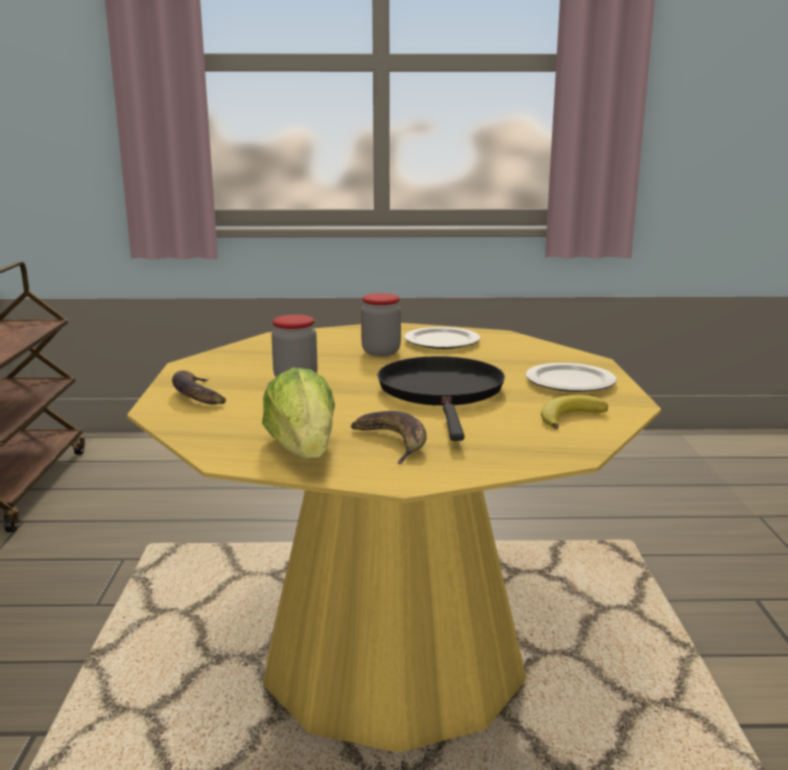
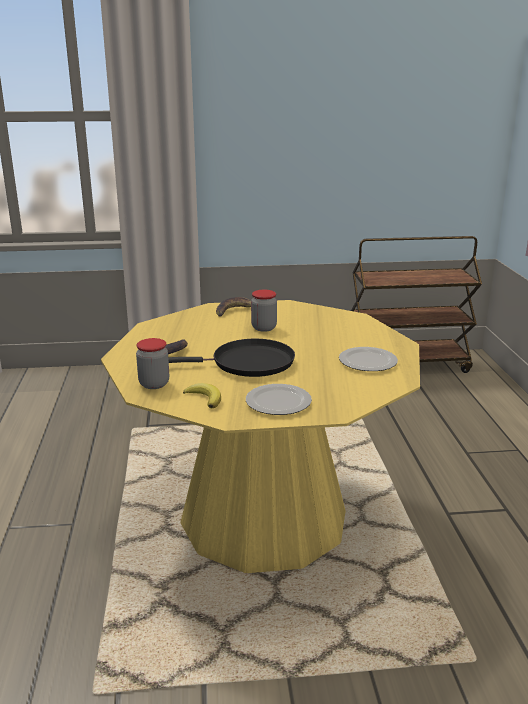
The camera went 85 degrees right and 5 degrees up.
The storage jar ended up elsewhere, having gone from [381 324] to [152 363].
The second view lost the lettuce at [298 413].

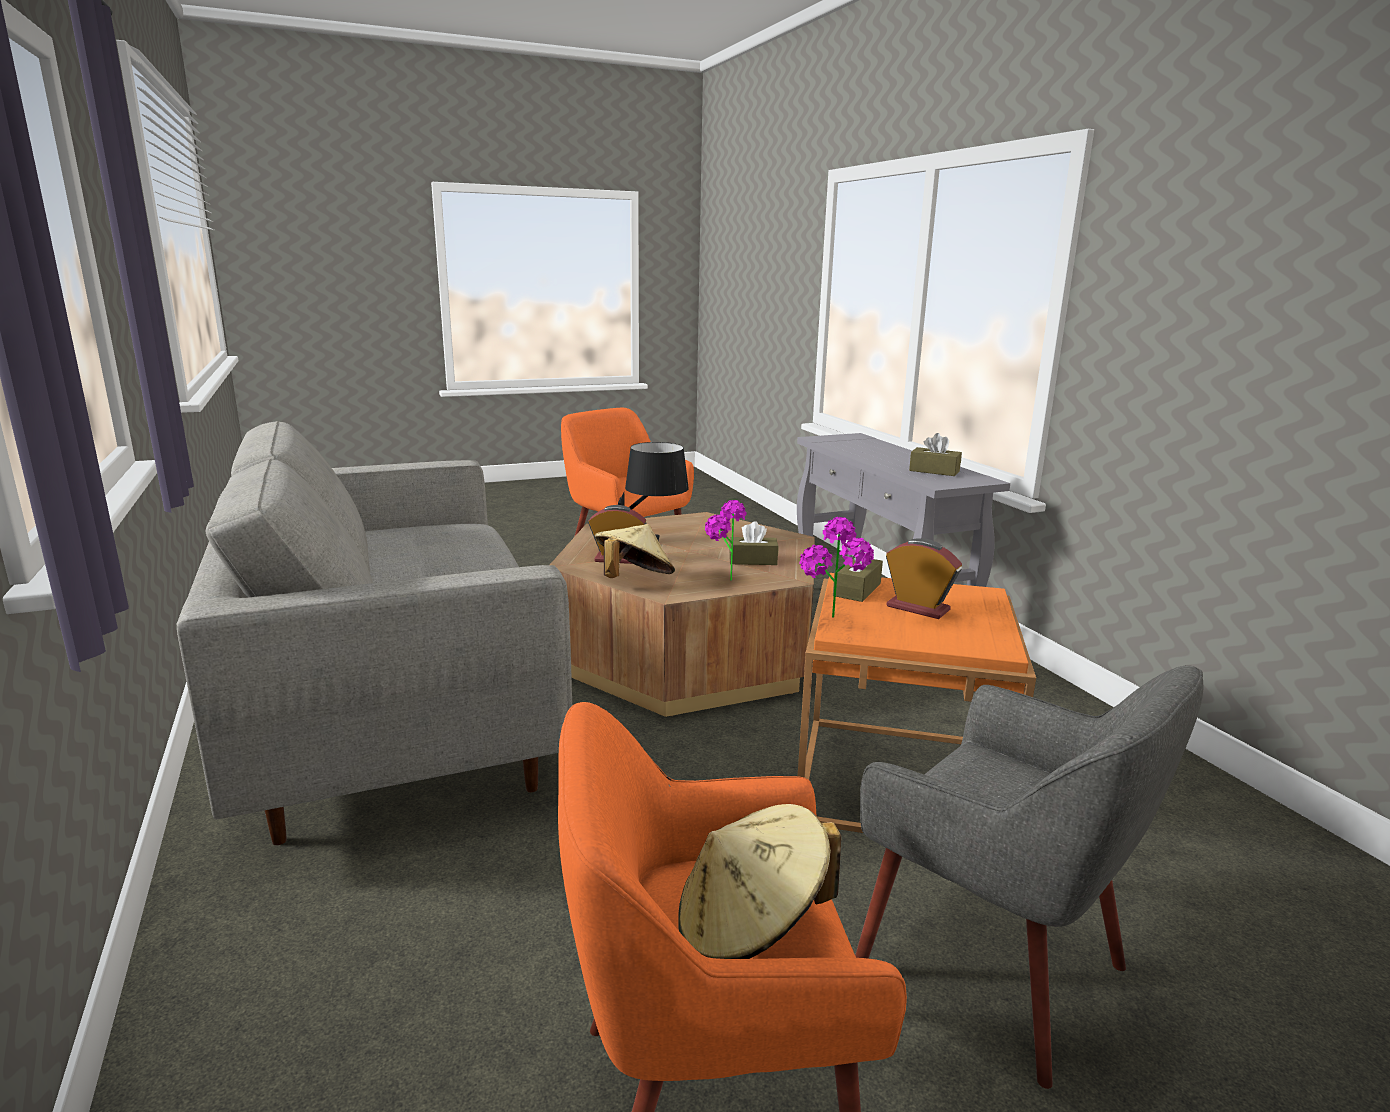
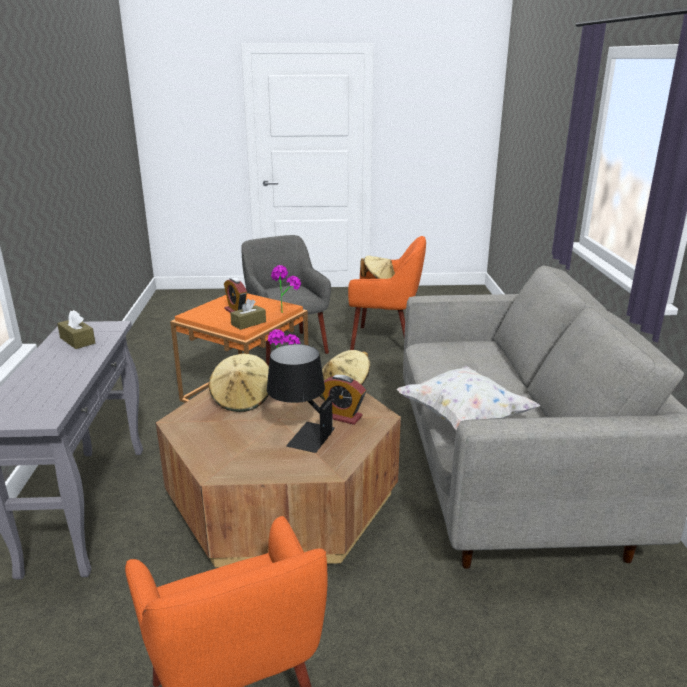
The camera went 160 degrees left and 5 degrees up.
Where the brown tissue holder stood at [753 543], the beige-coloured clothing hat came to stand at [239 382].
The second view gained the white-coloured cushion at [468 398].

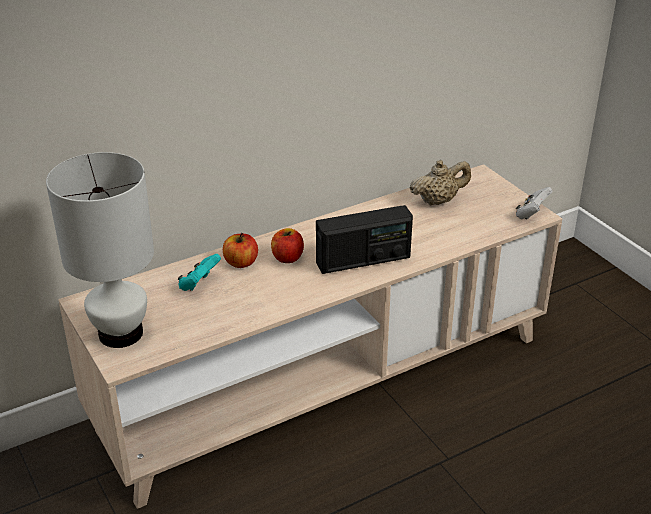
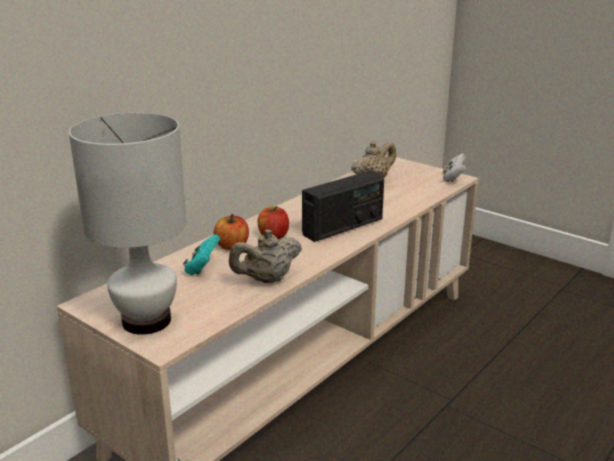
The camera went 20 degrees left and 10 degrees down.
The second view gained the beige-coloured pot for tea at [265 256].

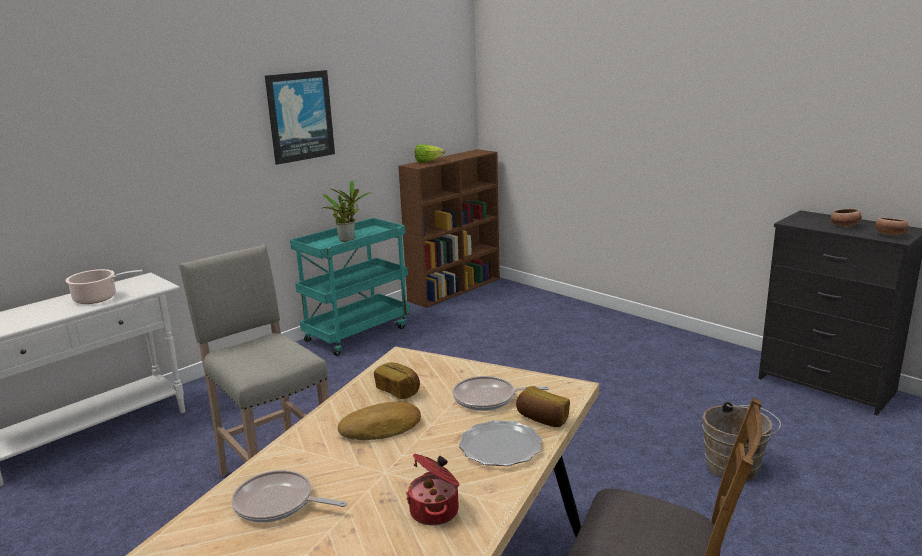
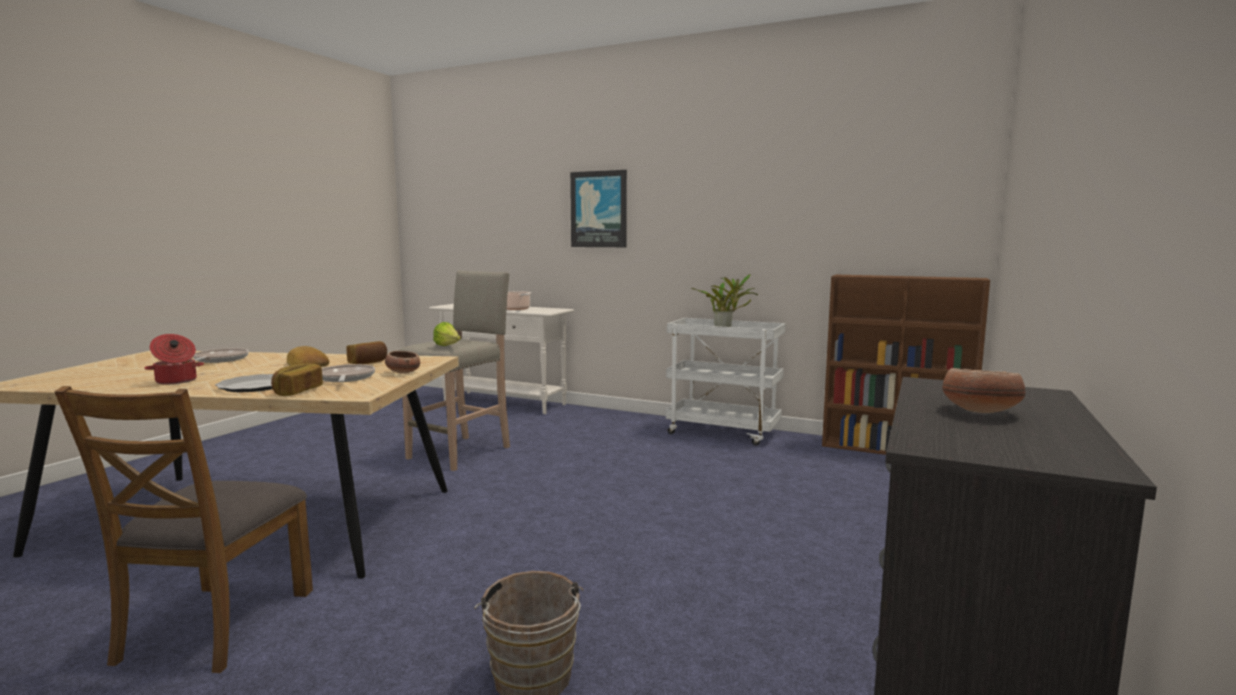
The camera went 70 degrees right and 10 degrees down.
The bowl ended up elsewhere, having gone from [891 227] to [402 362].
The lettuce ended up elsewhere, having gone from [430 153] to [447 334].
The wall picture ended up elsewhere, having gone from [300 117] to [598 208].
What was the turquoise trolley at [350 287] turned into the white-coloured trolley at [726 382].

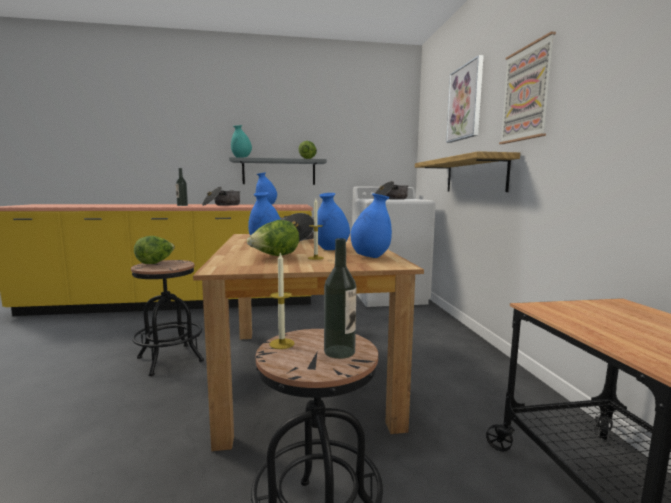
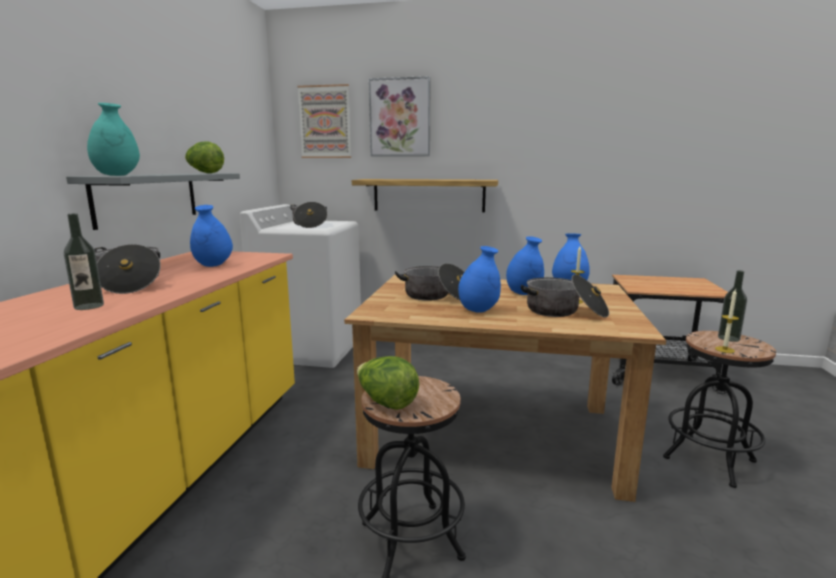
The camera went 70 degrees left and 5 degrees up.
The wall picture ended up elsewhere, having gone from [527 88] to [324 121].
Where the lettuce stood at [273 238], the cooking pot came to stand at [565 296].

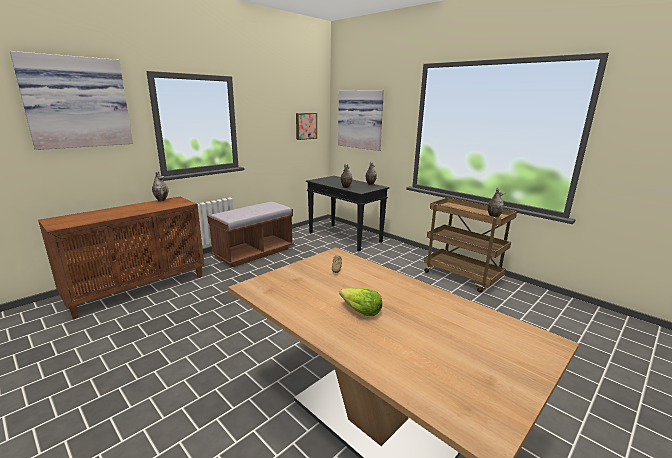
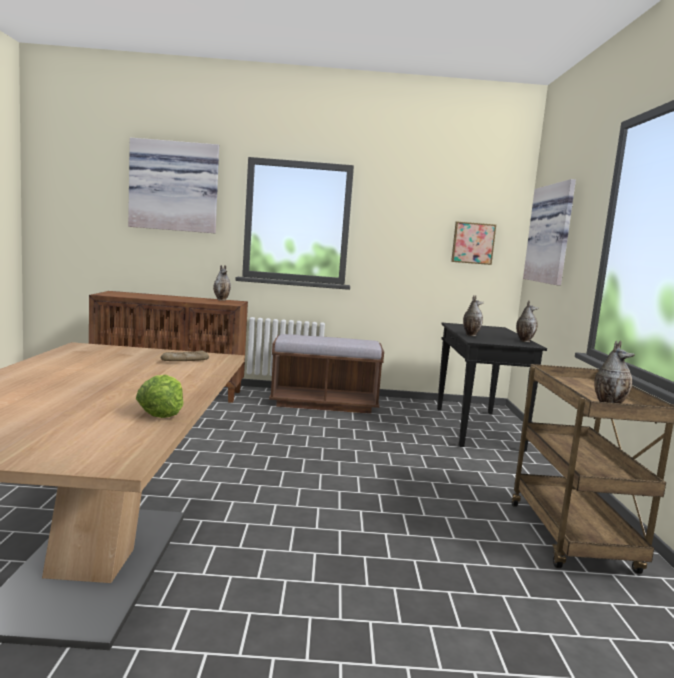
The camera went 45 degrees right and 10 degrees down.
The lettuce ended up elsewhere, having gone from [360 302] to [159 396].

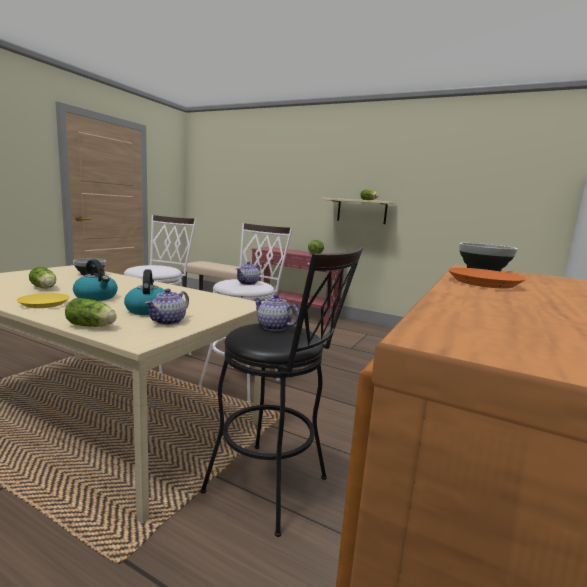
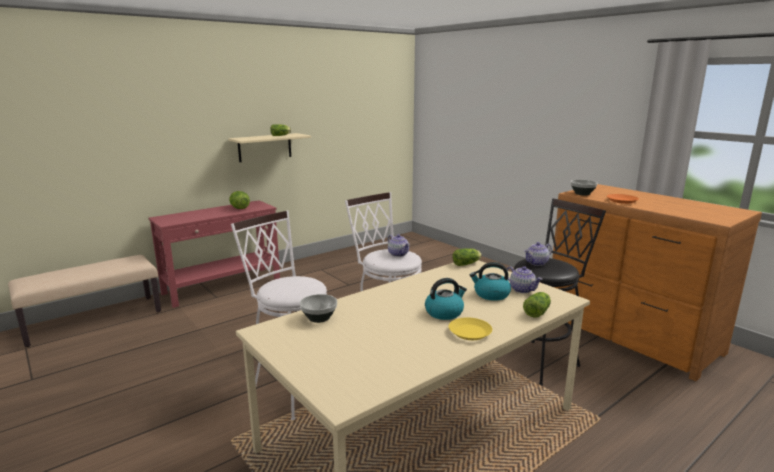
The camera went 65 degrees left and 5 degrees up.
The lettuce ended up elsewhere, having gone from [42 278] to [467 257].

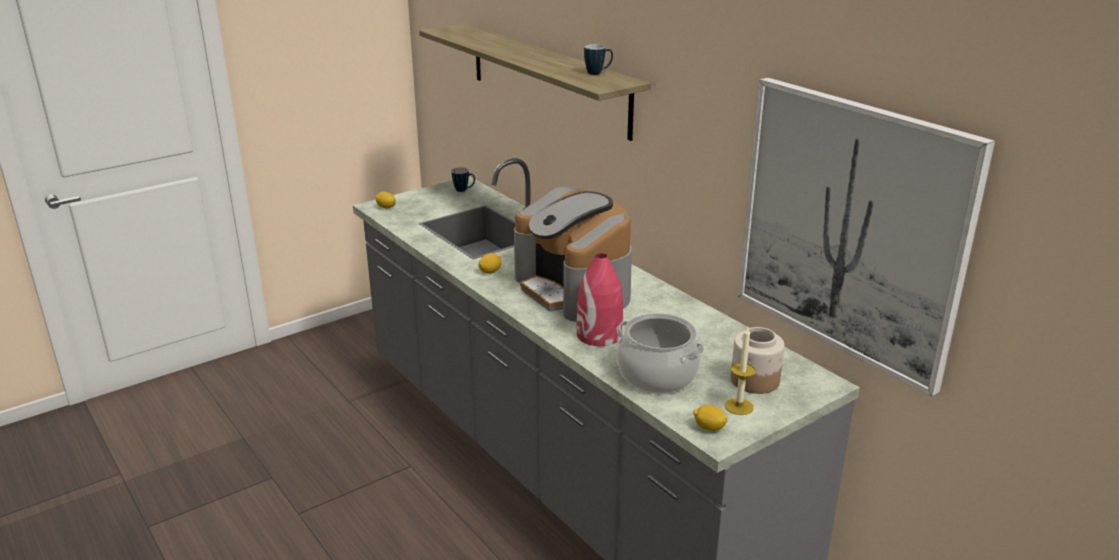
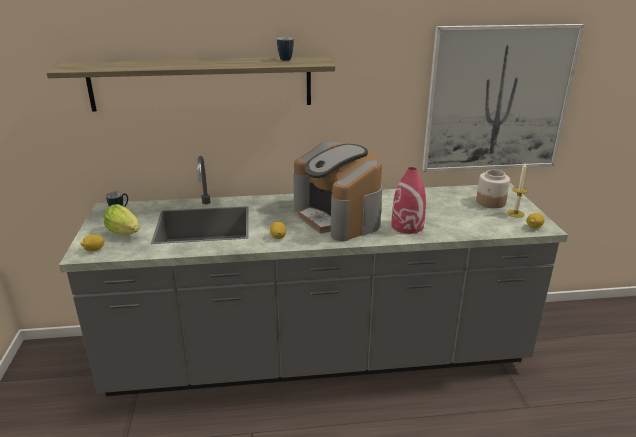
The camera went 60 degrees left and 0 degrees up.
The second view gained the lettuce at [121 219].
The coffee maker at [573 254] ended up facing another way, 60 degrees clockwise from before.
The second view lost the cooking pot at [661 353].

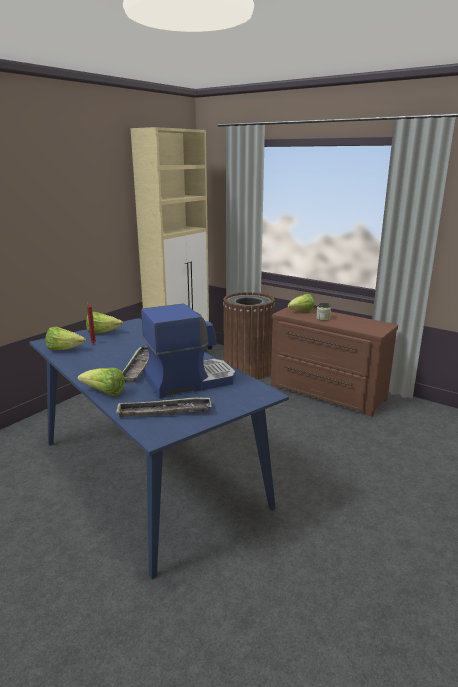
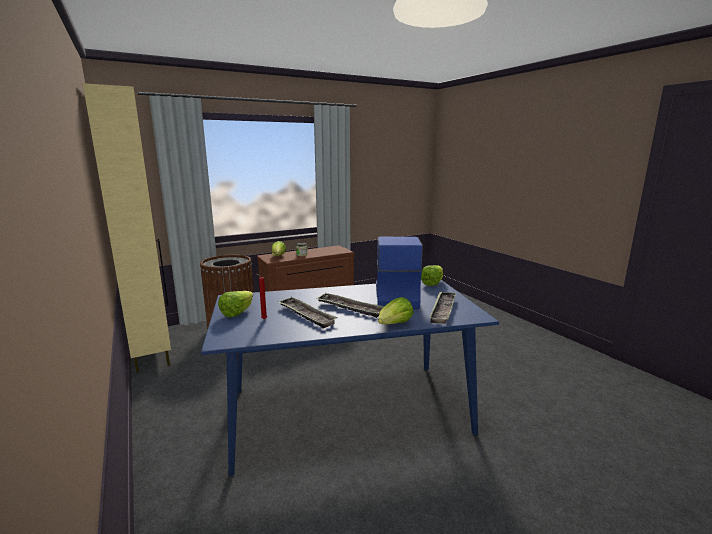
The camera went 65 degrees left and 5 degrees down.
The second view gained the tray at [308 313].
The lettuce ended up elsewhere, having gone from [65 338] to [432 275].

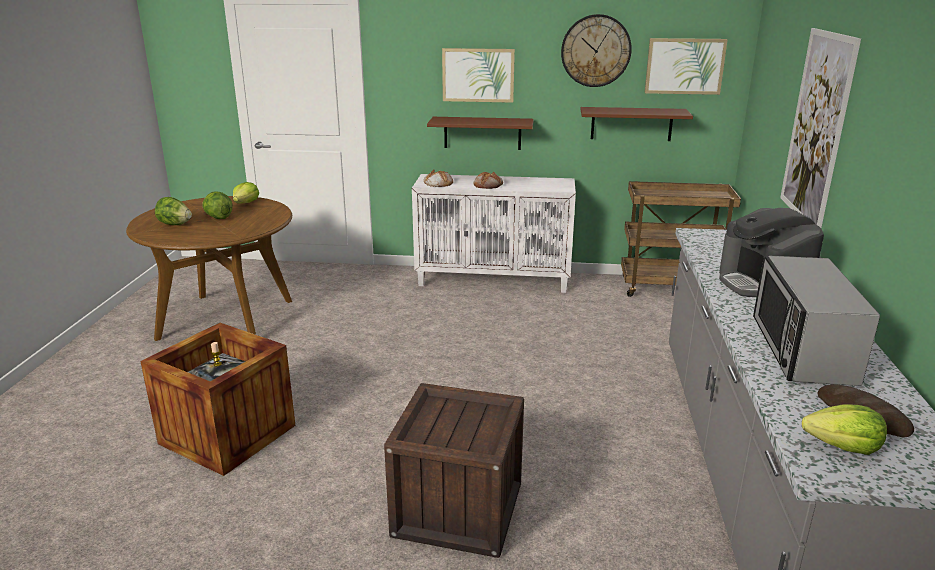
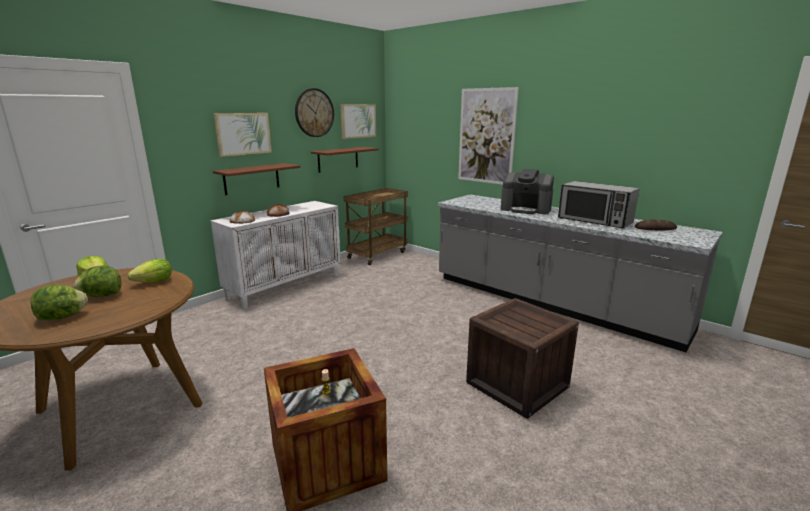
The camera went 55 degrees left and 5 degrees down.
The lettuce ended up elsewhere, having gone from [844 430] to [149 270].

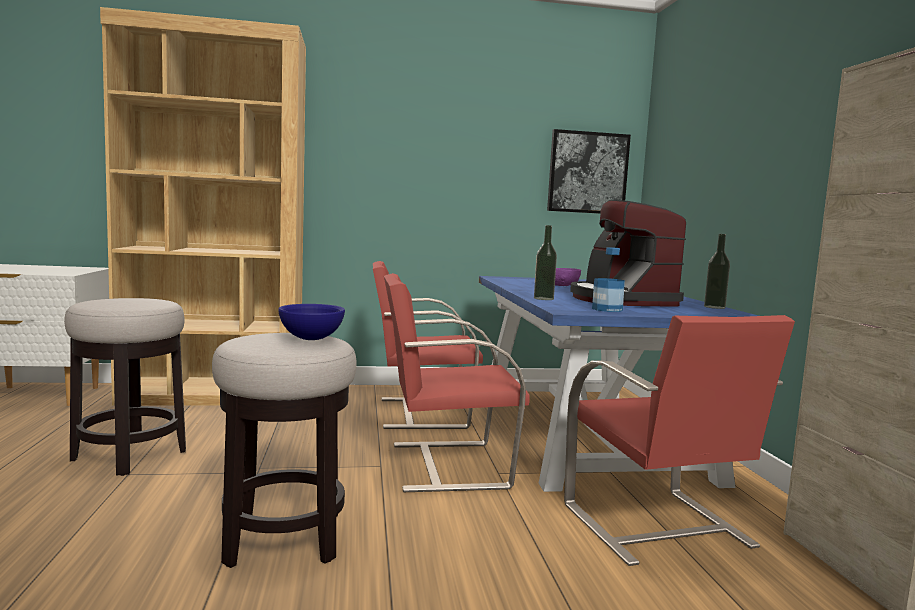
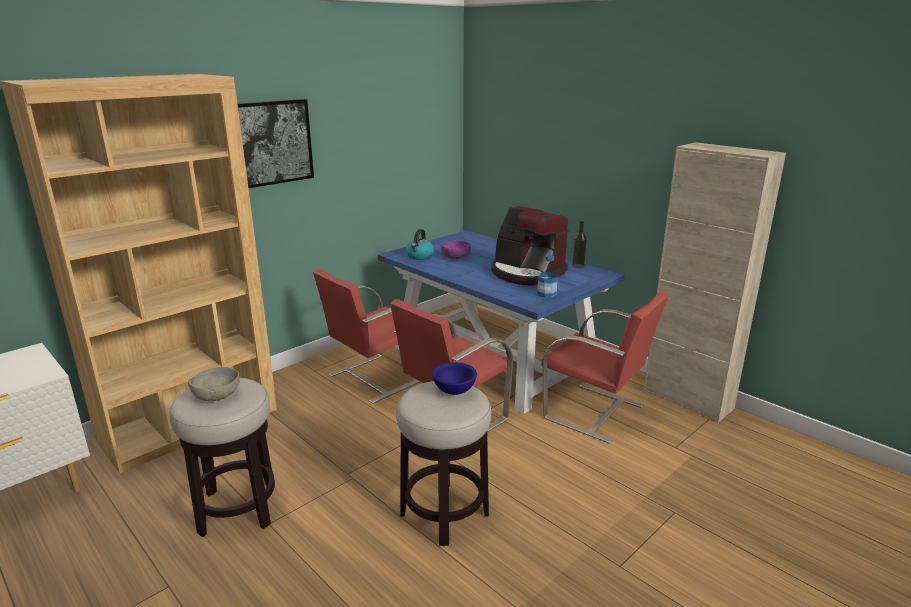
The camera went 35 degrees left and 15 degrees up.
The second view gained the greyish bowl at [214 384].
The wall picture ended up elsewhere, having gone from [589 171] to [276 143].
The second view gained the kettle at [420 244].
The second view lost the drink bottle at [545 262].

